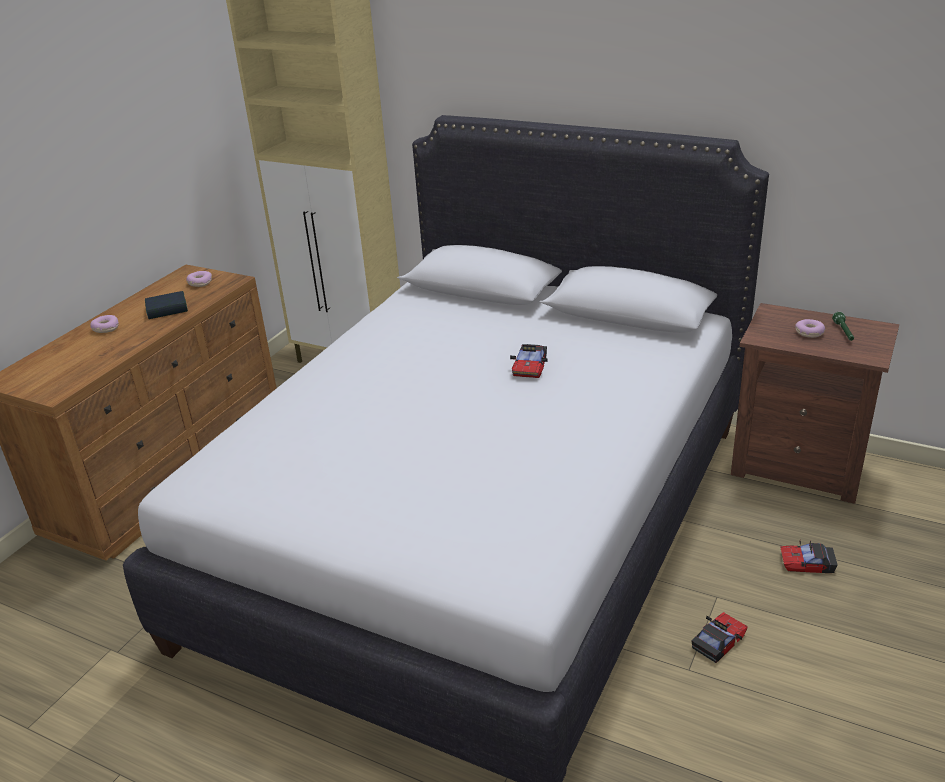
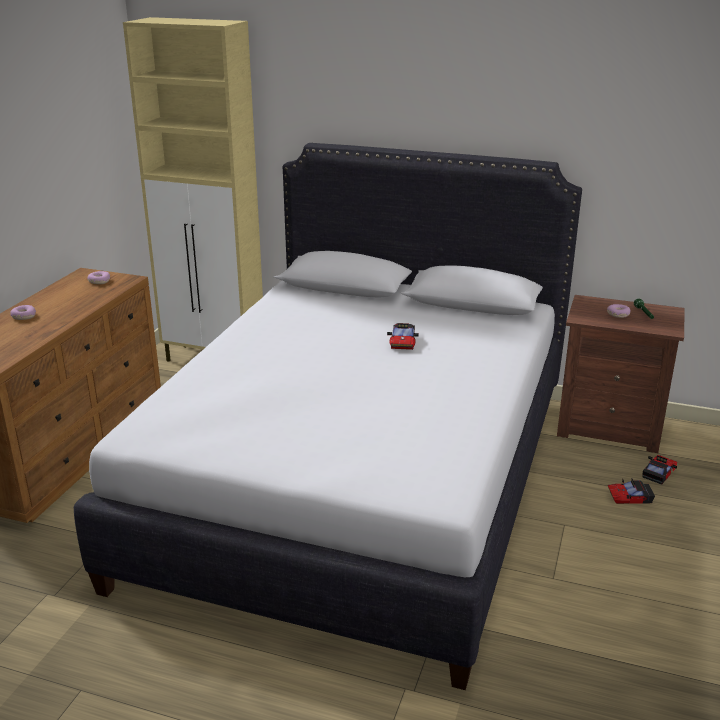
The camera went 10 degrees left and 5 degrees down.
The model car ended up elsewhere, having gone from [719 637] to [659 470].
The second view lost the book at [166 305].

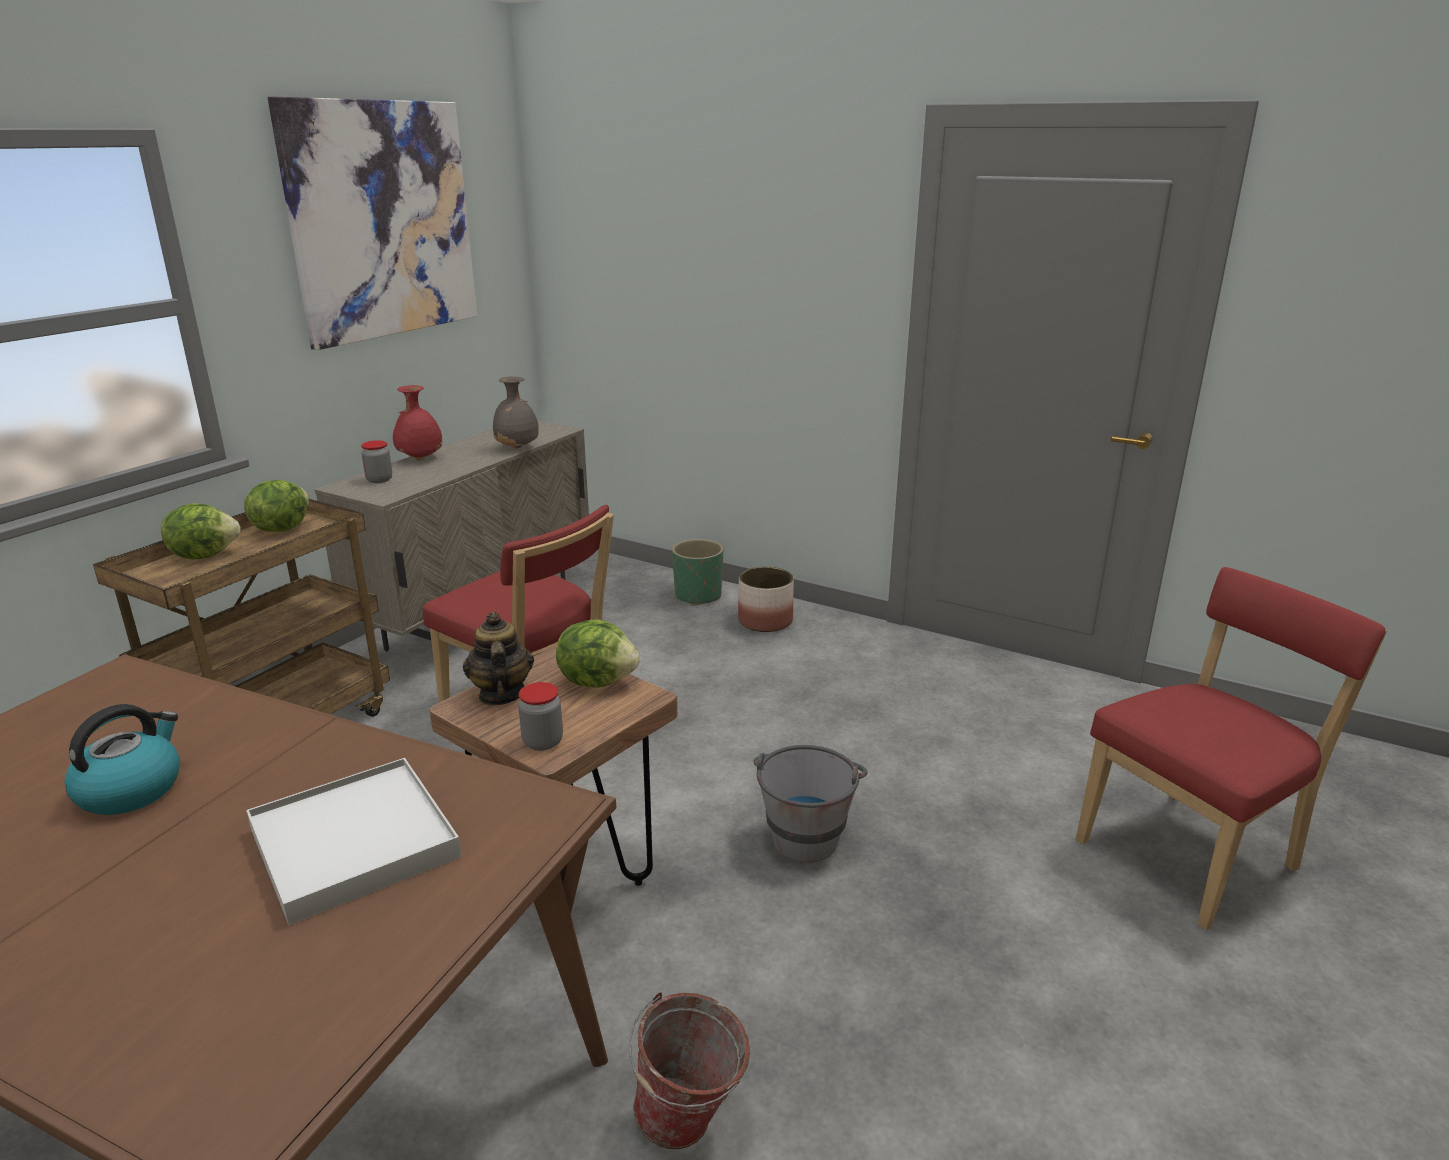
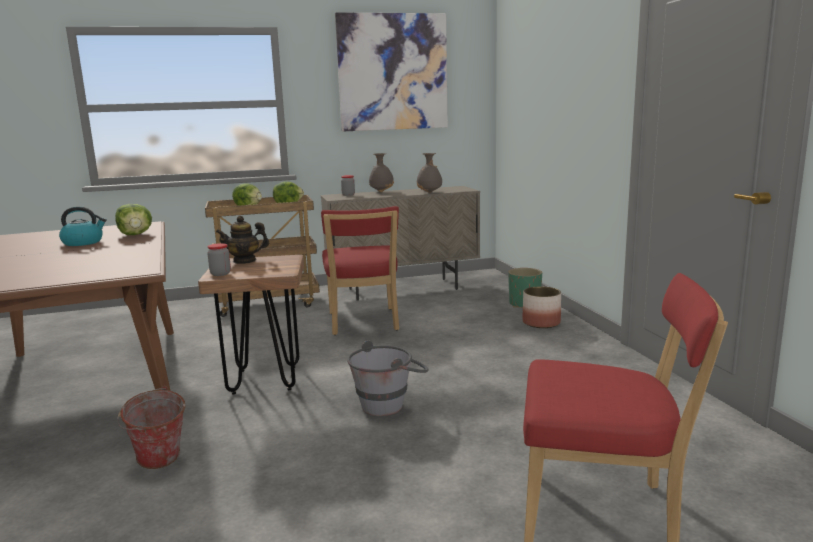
The camera went 45 degrees right and 10 degrees down.
The lettuce ended up elsewhere, having gone from [598 654] to [133 219].
The pot for tea at [498 658] ended up facing another way, 135 degrees counterclockwise from before.
What was the reddish vase at [417 422] turned into the greyish vase at [381 172].
The second view lost the white-coloured tray at [353 841].

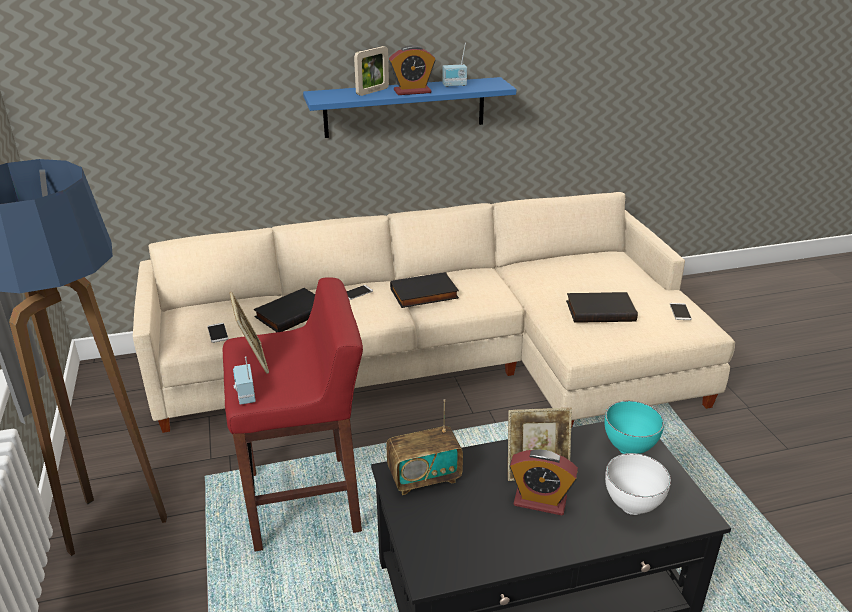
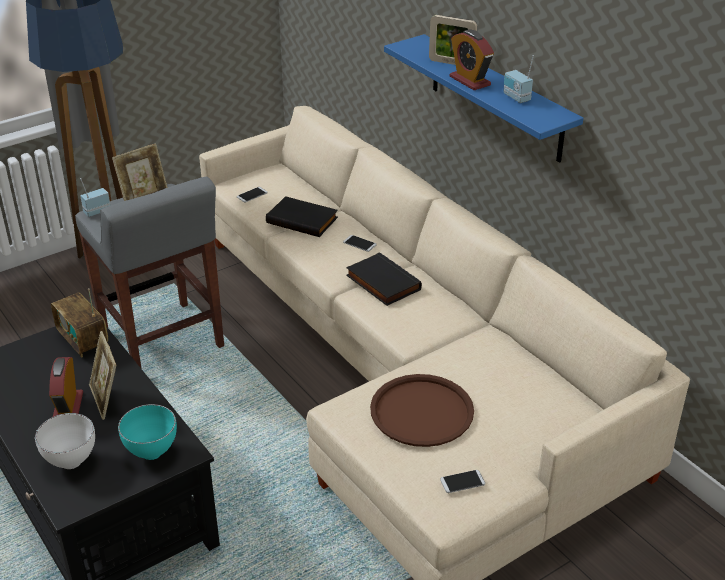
The camera went 70 degrees right and 5 degrees up.
What was the reddish sitting stool at [293 414] turned into the greyish sitting stool at [149 273].
Where the blackish book stood at [602 307], the brown tray came to stand at [422 410].

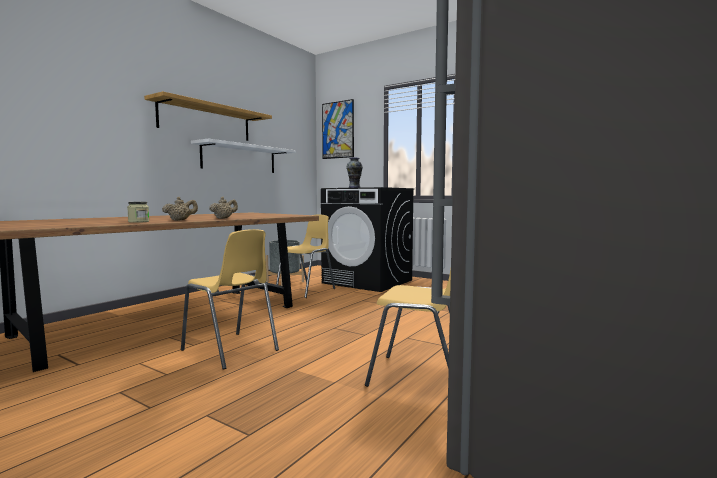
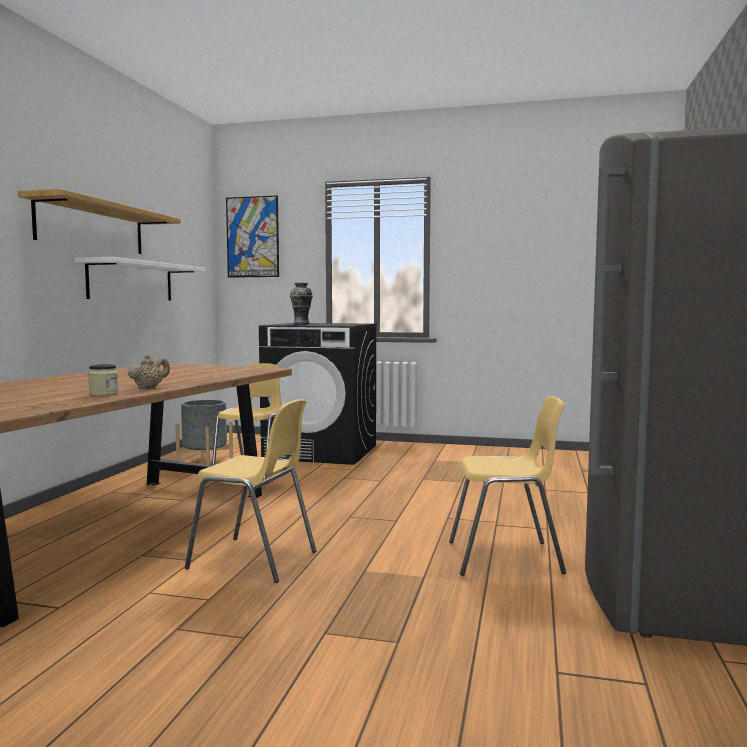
The camera went 20 degrees left and 0 degrees up.
The second view lost the beige-coloured pot for tea at [223 208].

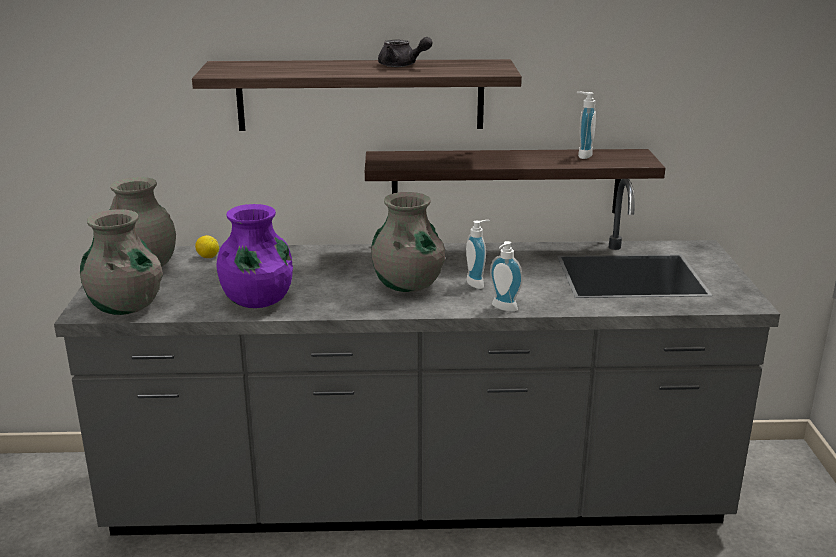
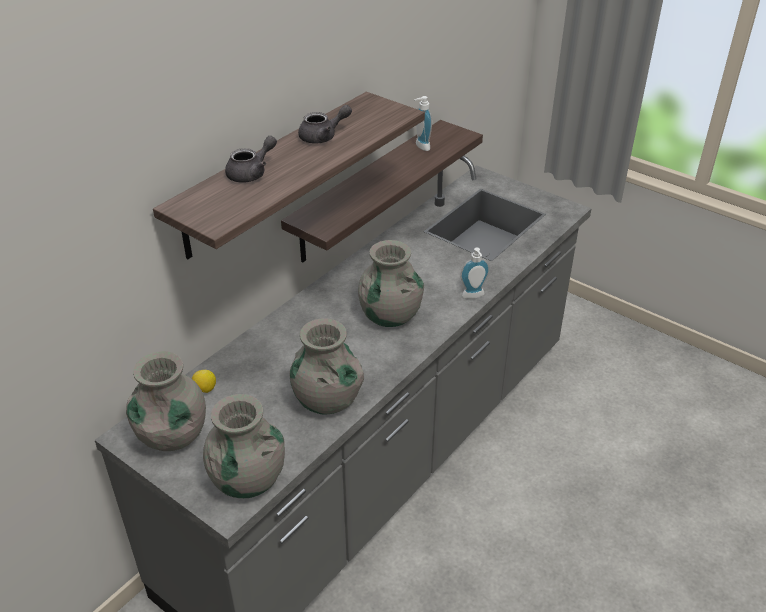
The camera went 50 degrees left and 15 degrees up.
The second view gained the greyish pot for tea at [251 159].
What was the purplish vase at [254 256] turned into the greyish vase at [326 366].
The second view lost the soap bottle at [478 254].

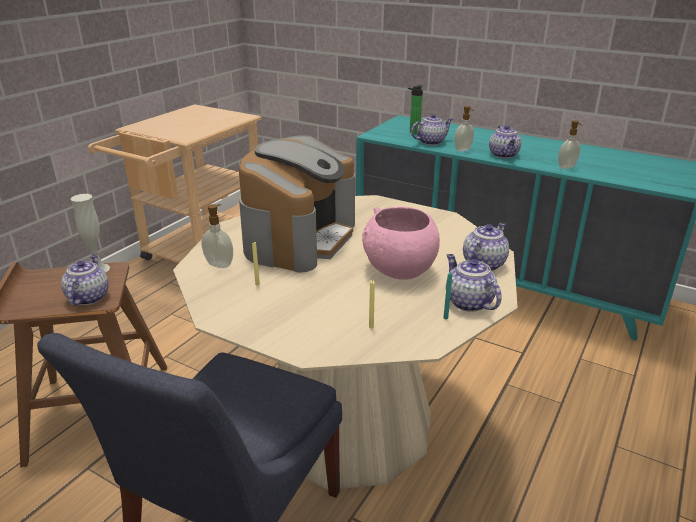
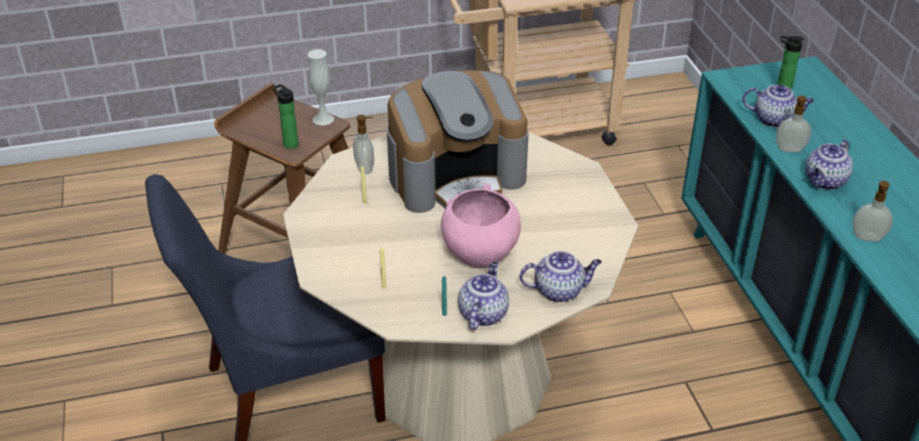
The camera went 45 degrees right and 10 degrees up.
Where the pot for tea stood at [85 280], the drink bottle came to stand at [286 116].

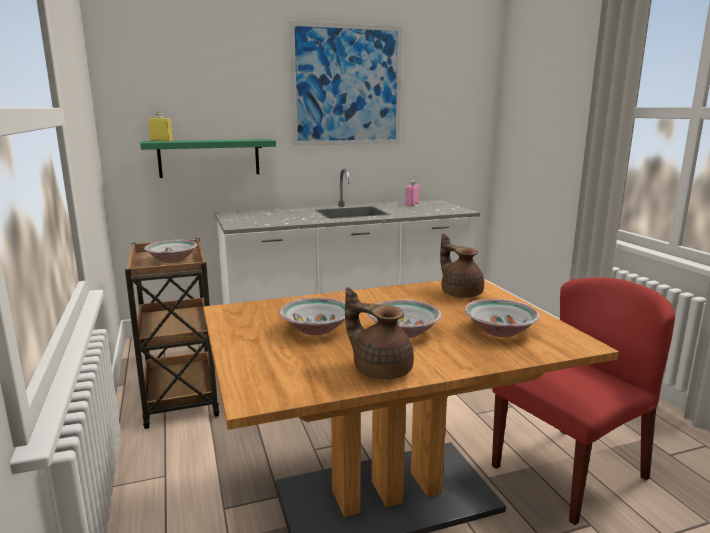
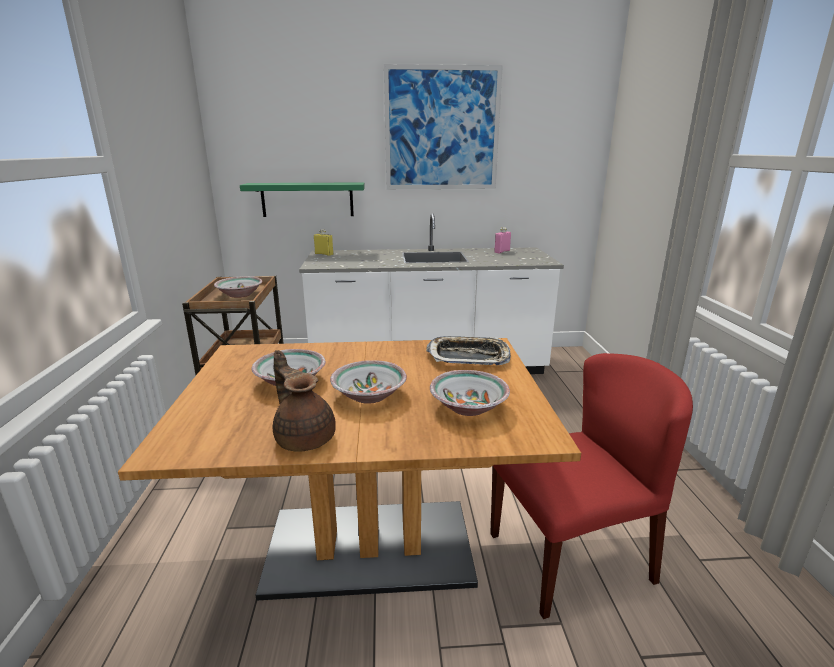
The camera went 15 degrees right and 5 degrees up.
The yellow drink bottle ended up elsewhere, having gone from [160 127] to [323 242].
Where the brown pot for tea stood at [462 265], the tray came to stand at [468 350].

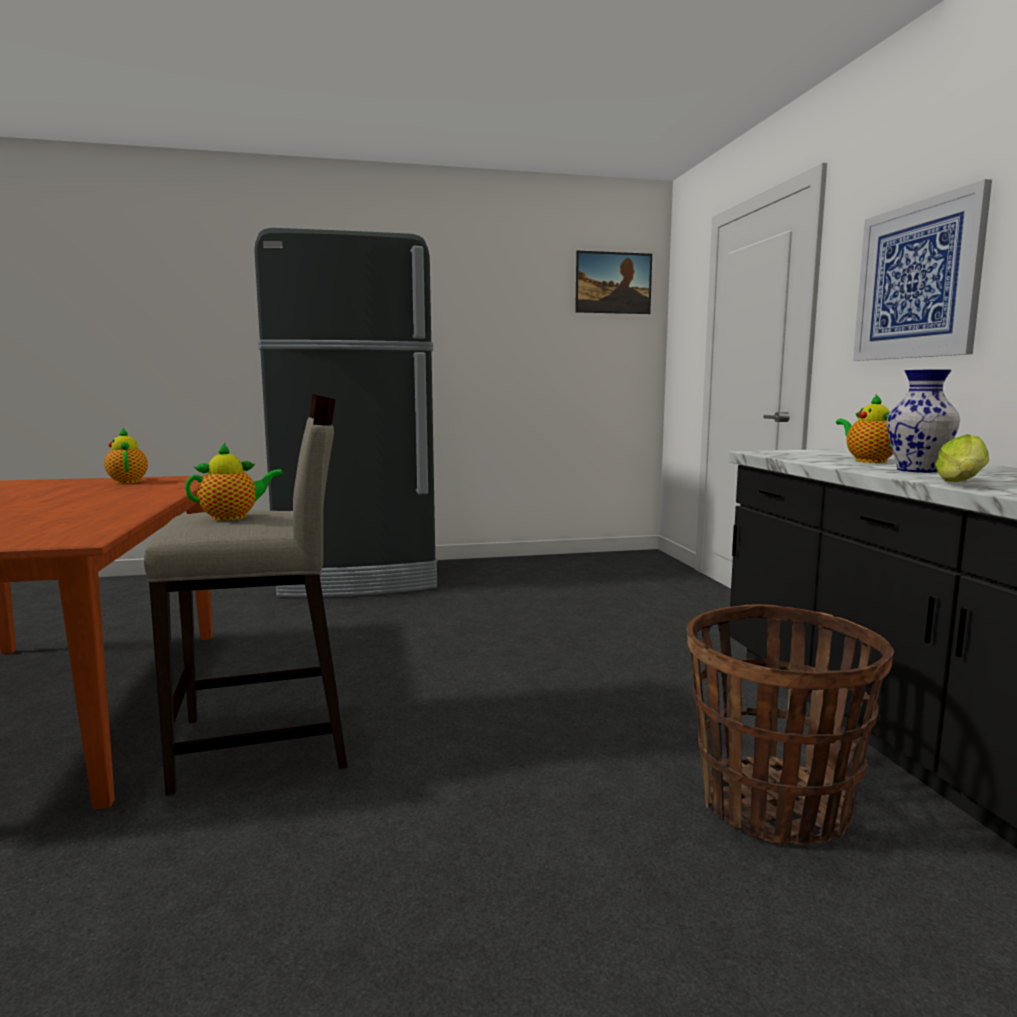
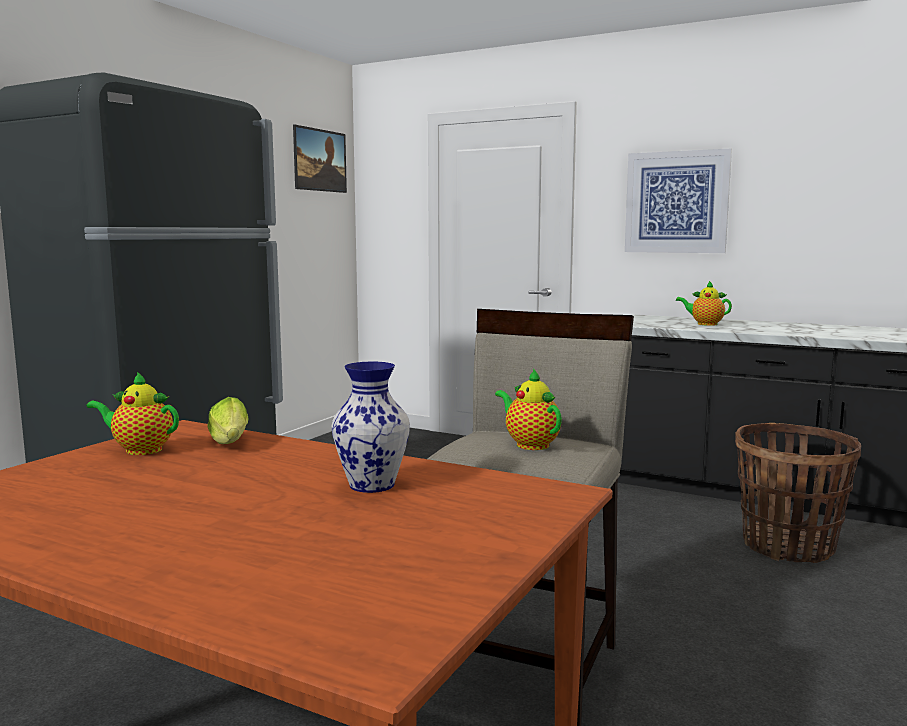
The camera went 50 degrees left and 0 degrees up.
The lettuce ended up elsewhere, having gone from [962 458] to [228 420].
The vase ended up elsewhere, having gone from [923 421] to [370 427].
The pot for tea at [234 481] ended up facing another way, 45 degrees counterclockwise from before.

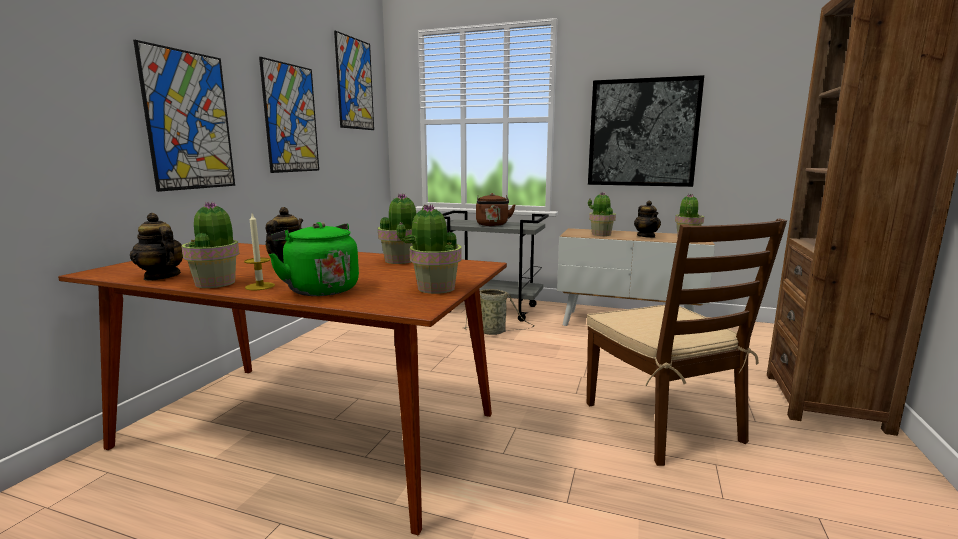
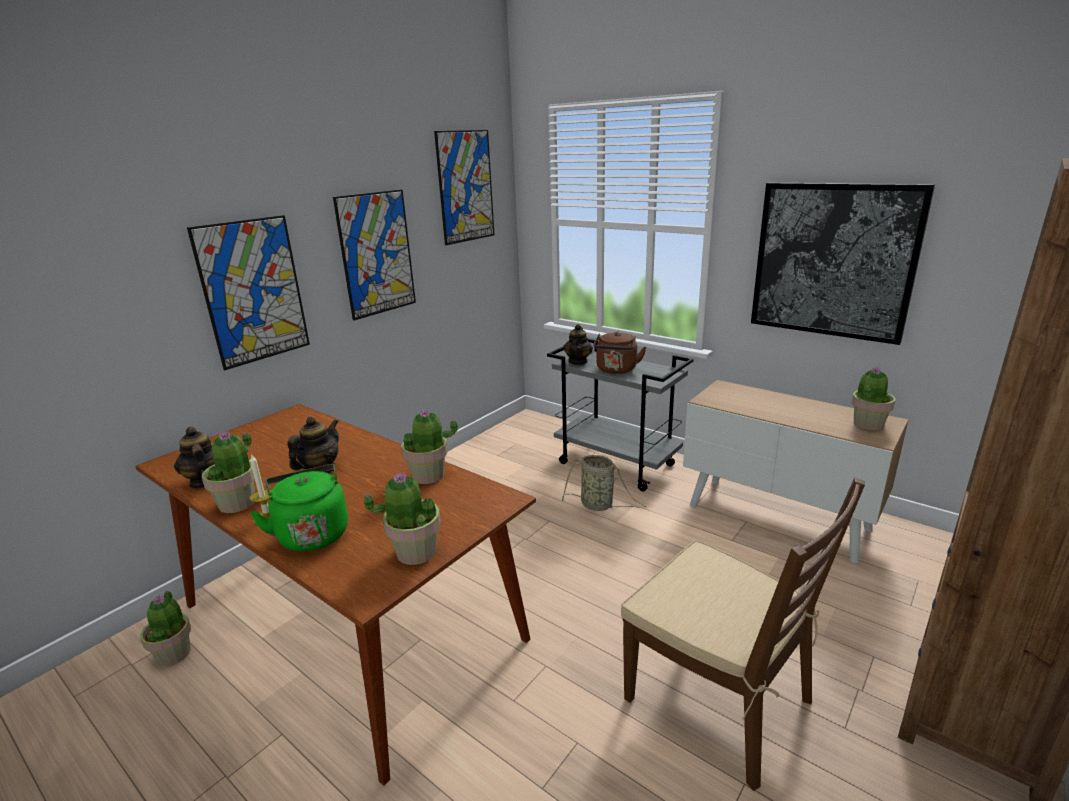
The camera went 20 degrees right and 10 degrees up.
The potted plant ended up elsewhere, having gone from [602 214] to [166 628].
The pot for tea ended up elsewhere, having gone from [647 219] to [578 344].
The brown plain chair at [687 342] ended up facing another way, 45 degrees counterclockwise from before.

